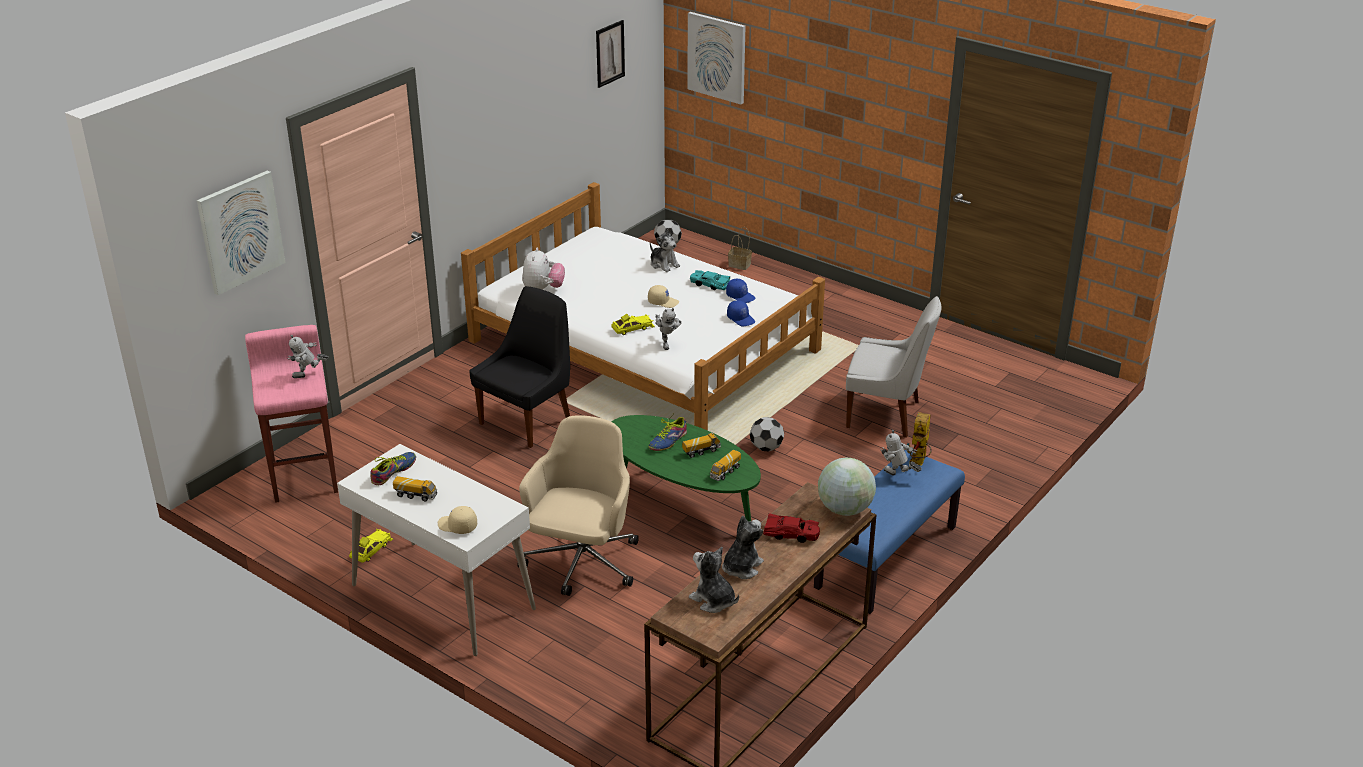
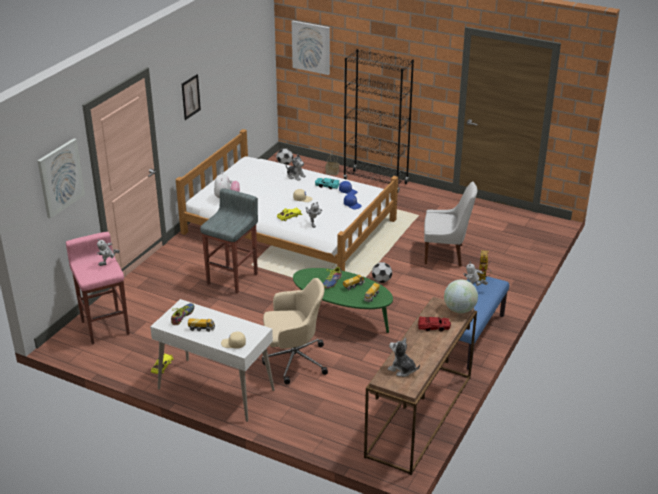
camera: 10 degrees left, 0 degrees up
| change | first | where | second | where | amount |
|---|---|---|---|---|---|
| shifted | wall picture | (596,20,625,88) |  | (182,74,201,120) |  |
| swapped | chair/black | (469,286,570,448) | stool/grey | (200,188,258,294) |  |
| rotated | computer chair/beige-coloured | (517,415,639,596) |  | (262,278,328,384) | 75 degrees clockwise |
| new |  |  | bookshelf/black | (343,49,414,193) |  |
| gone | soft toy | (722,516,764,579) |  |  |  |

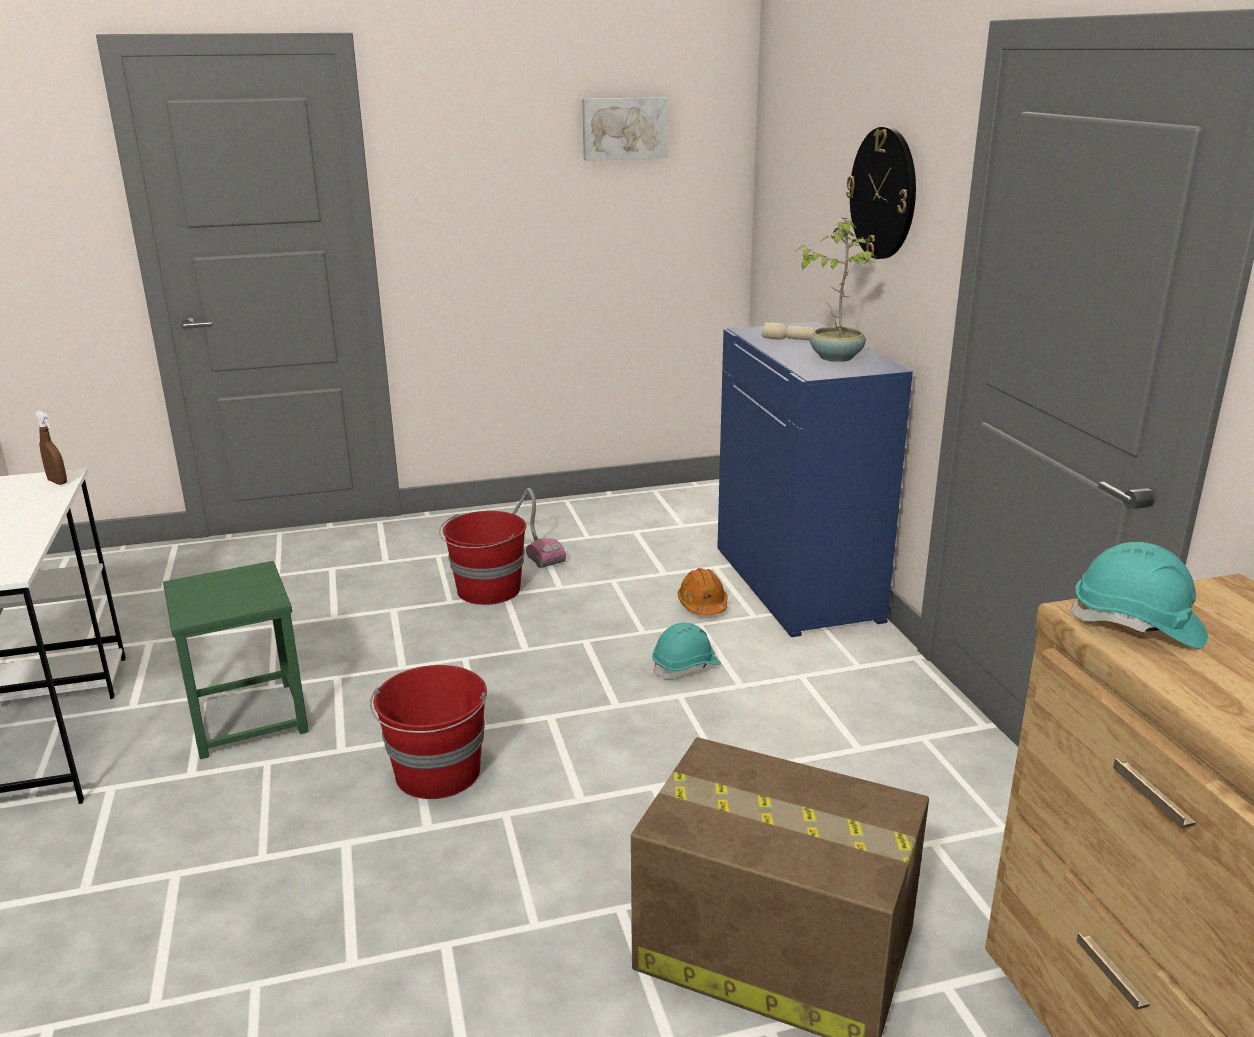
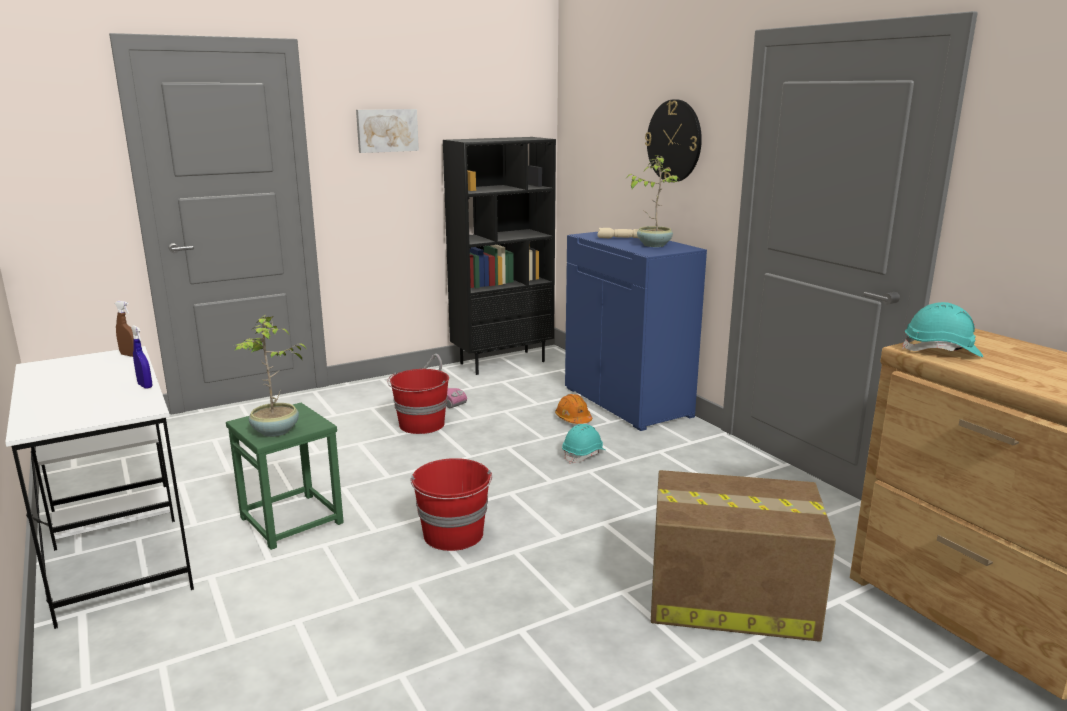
camera: 15 degrees left, 5 degrees down
| change | first | where | second | where | amount |
|---|---|---|---|---|---|
| new |  |  | spray bottle/blue-coloured | (131,325,152,389) |  |
| new |  |  | potted plant | (235,315,306,437) |  |
| shifted | wall picture | (582,97,668,161) |  | (356,109,419,153) |  |
| new |  |  | bookshelf/black | (443,137,556,375) |  |

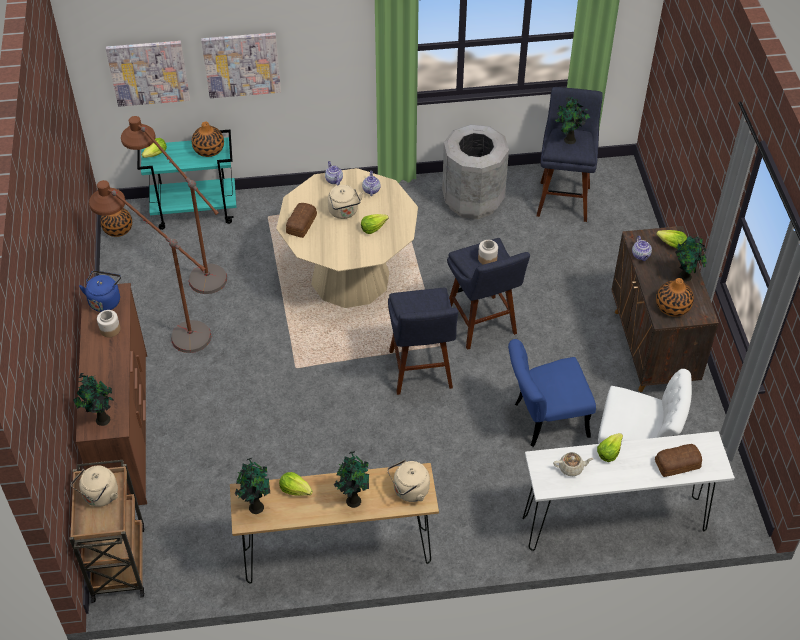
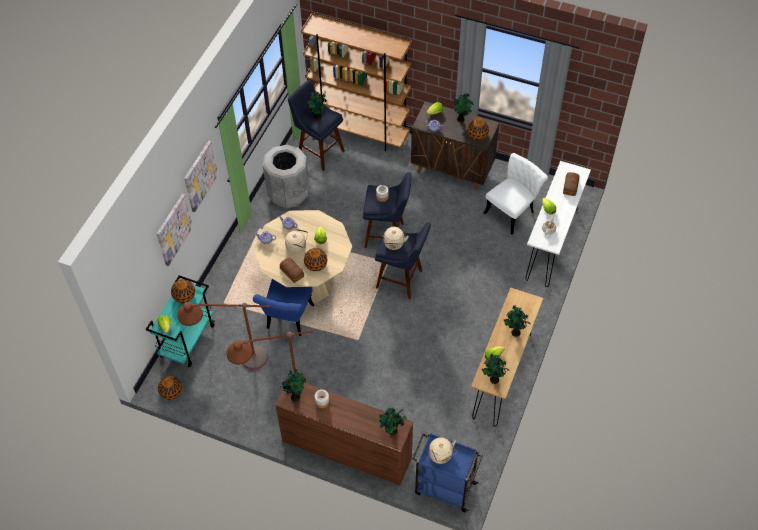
camera: 60 degrees left, 5 degrees up
| change | first | where | second | where | amount |
|---|---|---|---|---|---|
| shifted | wall picture | (106,41,190,107) |  | (184,141,218,212) |  |
| shifted | chair/blue-coloured | (508,339,596,447) |  | (253,279,314,336) |  |
| swapped | tea kettle/blue-coloured | (79,270,121,312) | potted plant | (280,369,306,401) |  |
| new |  |  | bookshelf/brown | (301,13,412,151) |  |
| new |  |  | vase | (304,248,327,271) |  |
| shifted | tea kettle/beige-coloured | (387,460,430,502) |  | (383,227,409,250) |  |
| repainted | trolley/brown | (69,460,145,603) | trolley/blue-coloured | (412,432,483,512) |  |

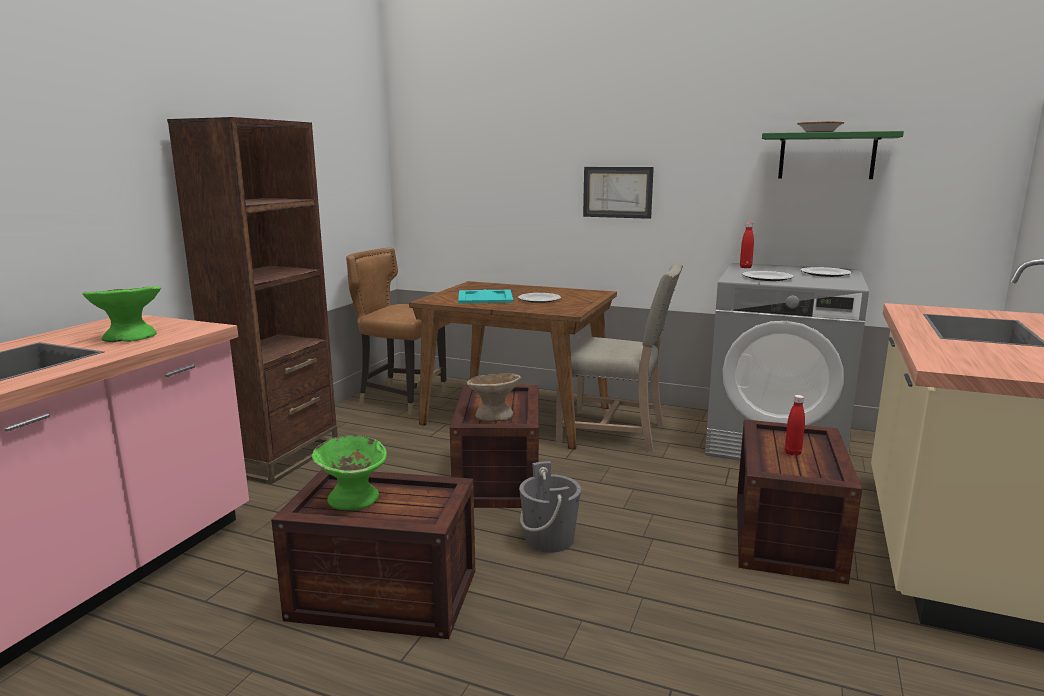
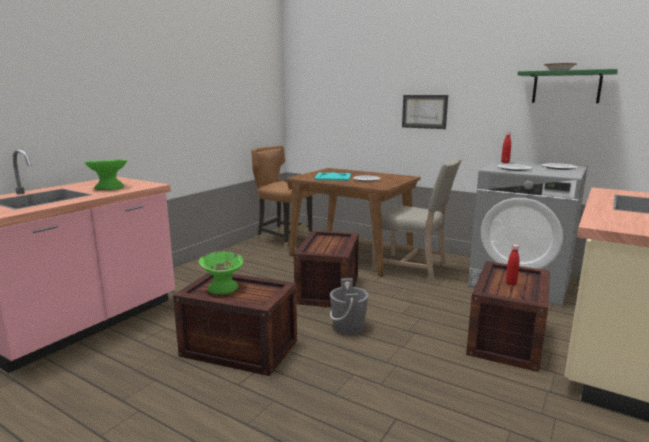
camera: 10 degrees right, 0 degrees up
| change | first | where | second | where | amount |
|---|---|---|---|---|---|
| gone | bookshelf/brown | (167,117,338,484) |  |  |  |
| gone | bowl/beige-coloured | (467,373,521,422) |  |  |  |

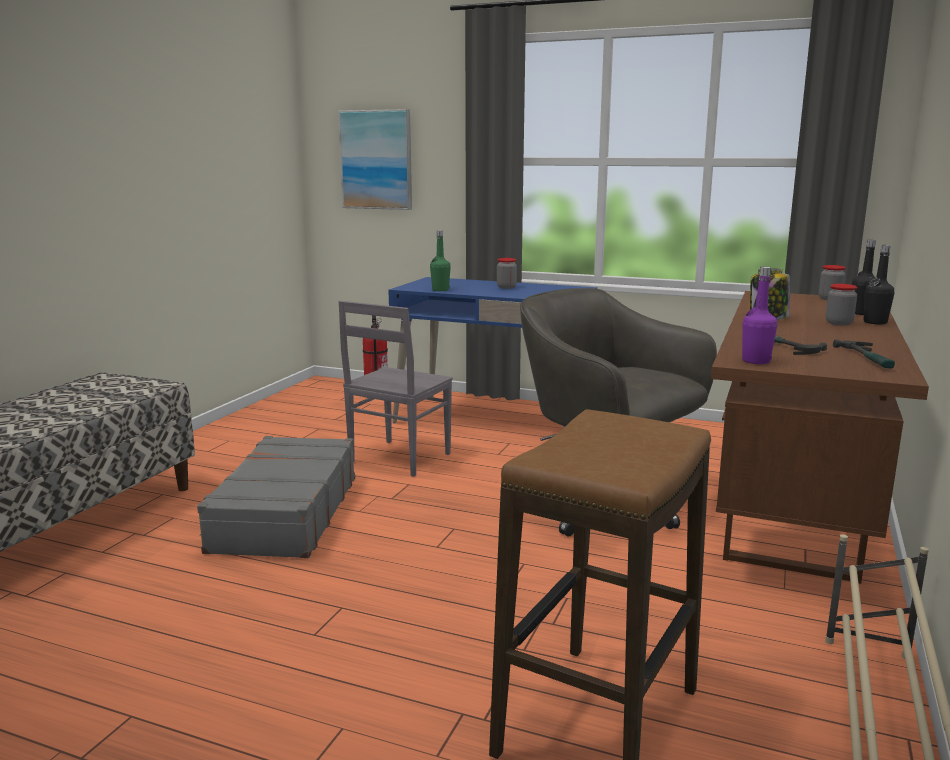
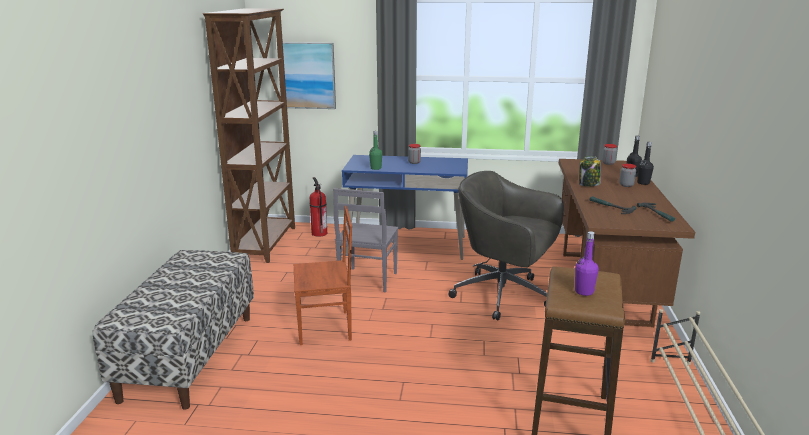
camera: 15 degrees left, 5 degrees up
| change | first | where | second | where | amount |
|---|---|---|---|---|---|
| new |  |  | bookshelf/brown | (203,8,295,263) |  |
| swapped | suitcase/grey | (197,436,355,558) | chair/brown | (294,206,352,345) |  |
| shifted | bottle/purplish | (742,267,777,364) |  | (575,231,599,296) |  |

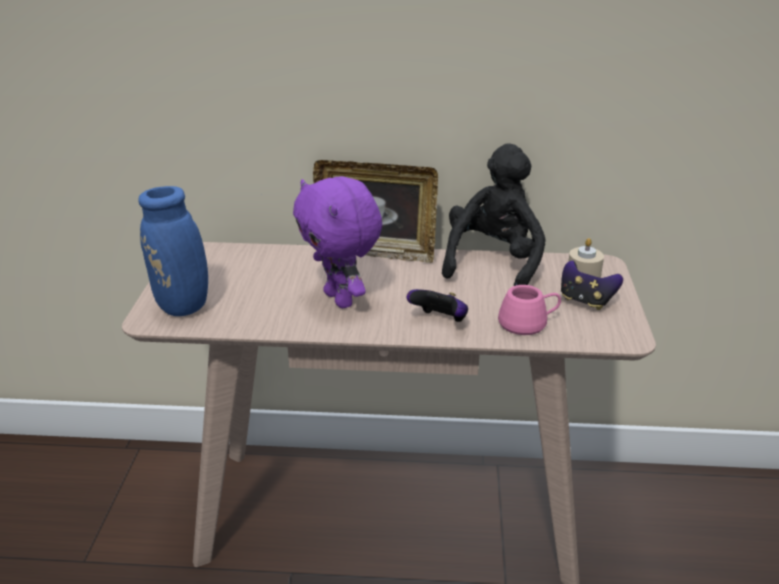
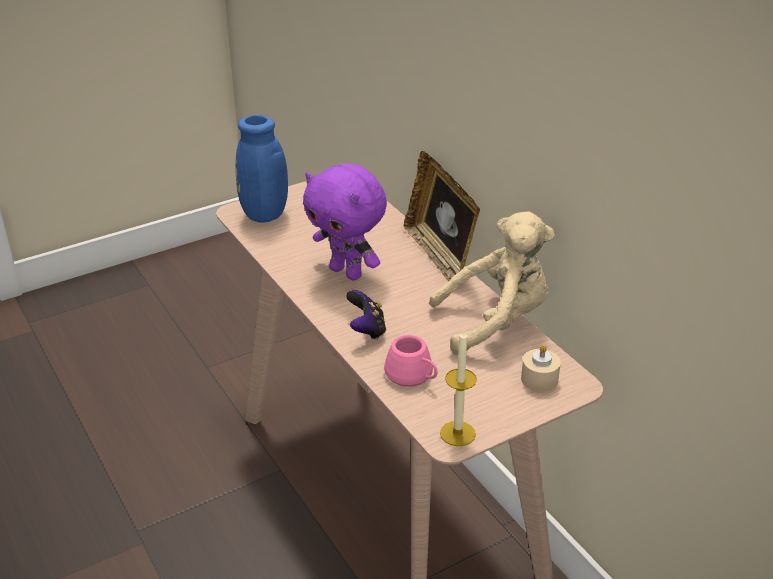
camera: 55 degrees right, 5 degrees up
| change | first | where | second | where | amount |
|---|---|---|---|---|---|
| rotated | soft toy/purplish | (293,176,382,308) |  | (303,163,387,280) | 75 degrees counterclockwise |
| repainted | soft toy/black | (442,143,546,286) | soft toy/beige-coloured | (429,212,555,355) |  |
| new |  |  | wax candle | (440,330,477,446) |  |
| gone | game controller | (561,261,623,310) |  |  |  |

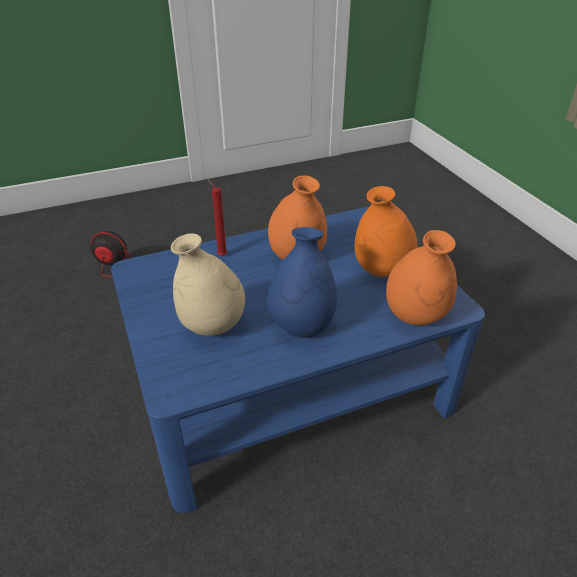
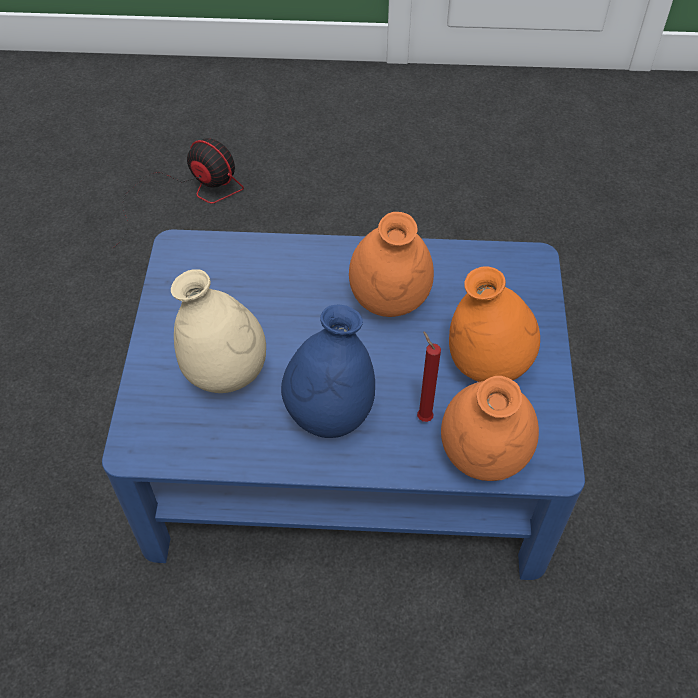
camera: 25 degrees right, 15 degrees up
| change | first | where | second | where | amount |
|---|---|---|---|---|---|
| shifted | wax candle/reddish | (207,179,227,256) |  | (417,331,441,422) |  |

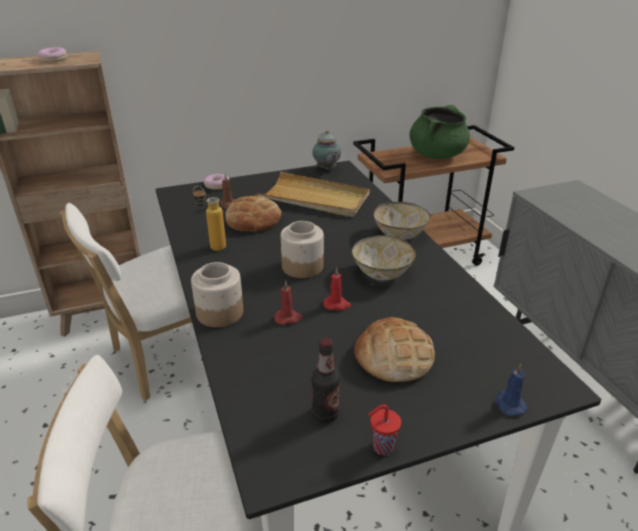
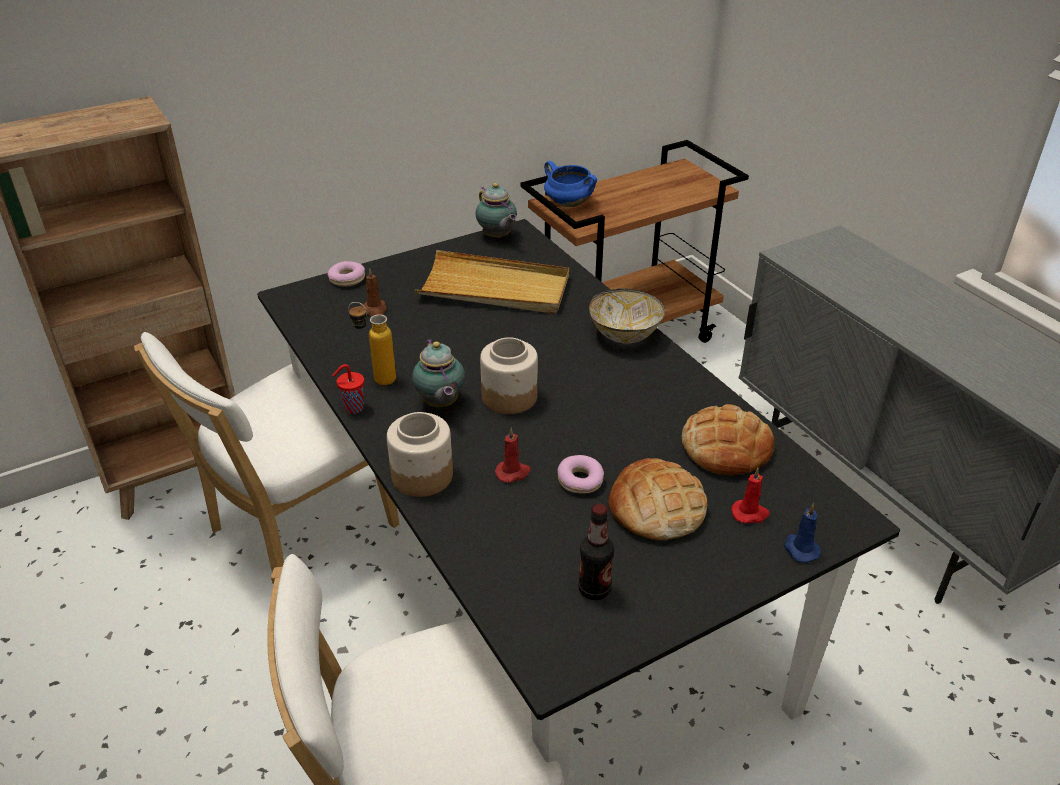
camera: 10 degrees left, 5 degrees up
| change | first | where | second | where | amount |
|---|---|---|---|---|---|
| shifted | cup/reddish | (368,404,401,455) |  | (332,364,364,414) |  |
| new |  |  | pot for tea | (412,339,465,407) |  |
| new |  |  | cooking pot/blue-coloured | (544,161,597,207) |  |
| shifted | ring doughnut | (38,47,68,62) |  | (557,455,604,494) |  |
| shifted | baked bread | (225,195,282,232) |  | (682,404,774,476) |  |
| shifted | wax candle/reddish | (323,268,351,310) |  | (731,468,770,524) |  |
| gone | bowl | (352,235,416,280) |  |  |  |
| gone | cooking pot/green | (410,105,470,159) |  |  |  |

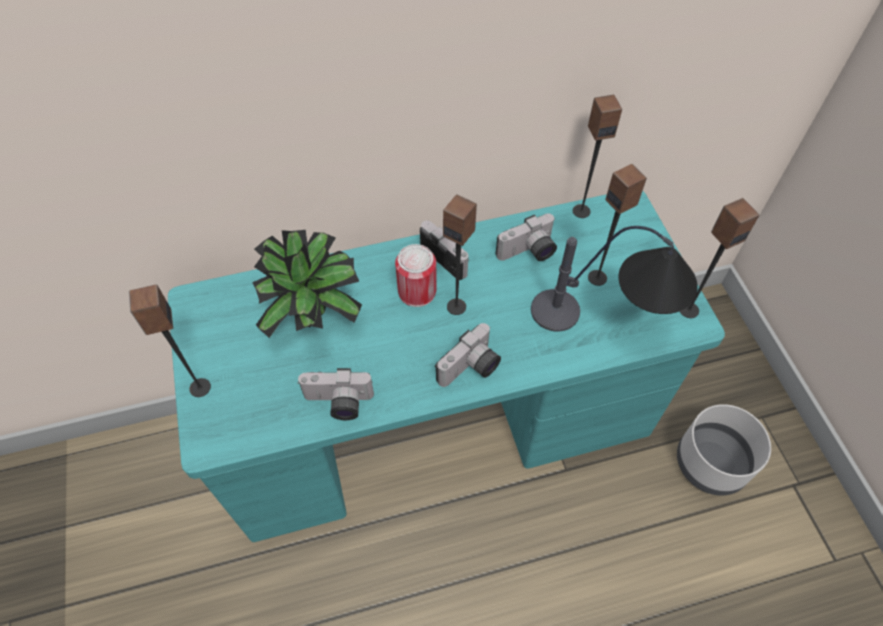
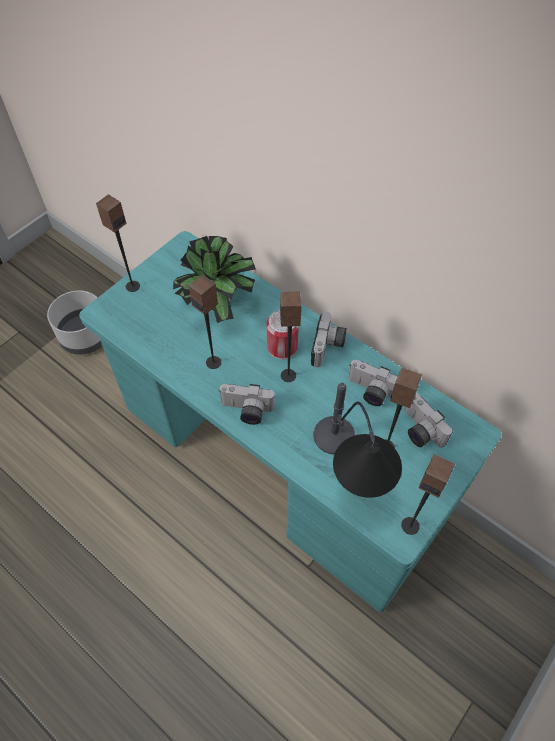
camera: 55 degrees right, 0 degrees up
| change | first | where | second | where | amount |
|---|---|---|---|---|---|
| shifted | flower pot/grey | (677,404,771,496) |  | (47,291,102,354) |  |
| shifted | speaker | (573,94,622,218) |  | (189,275,221,369) |  |
| shifted | photo camera | (297,368,374,420) |  | (405,393,453,448) |  |

